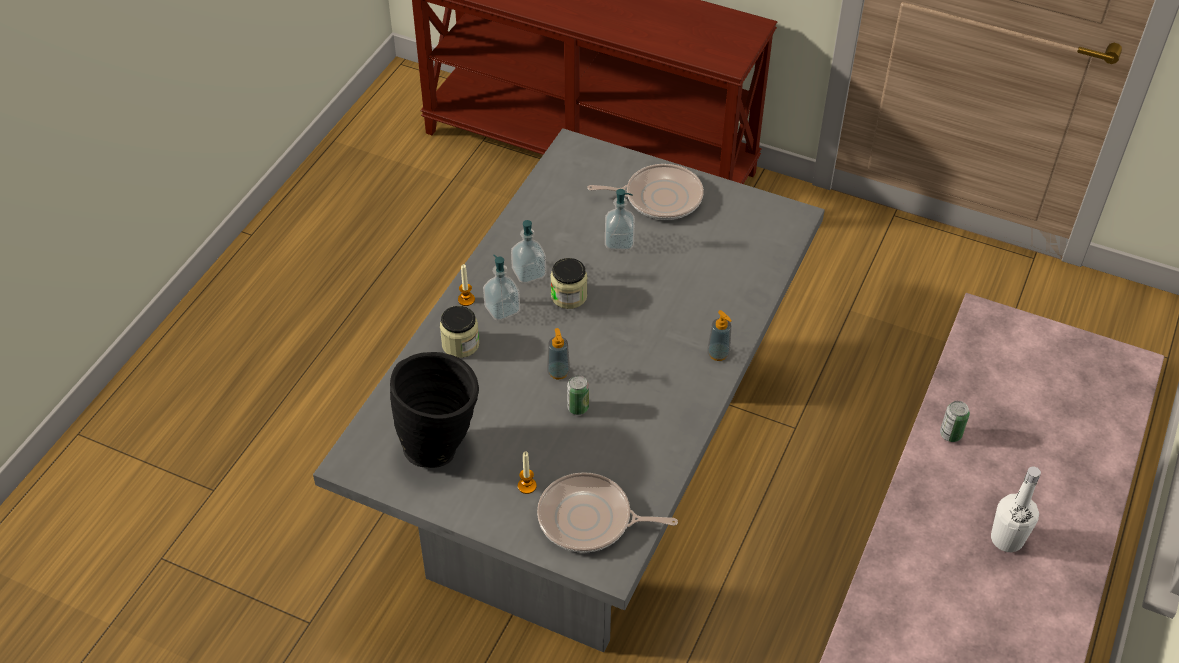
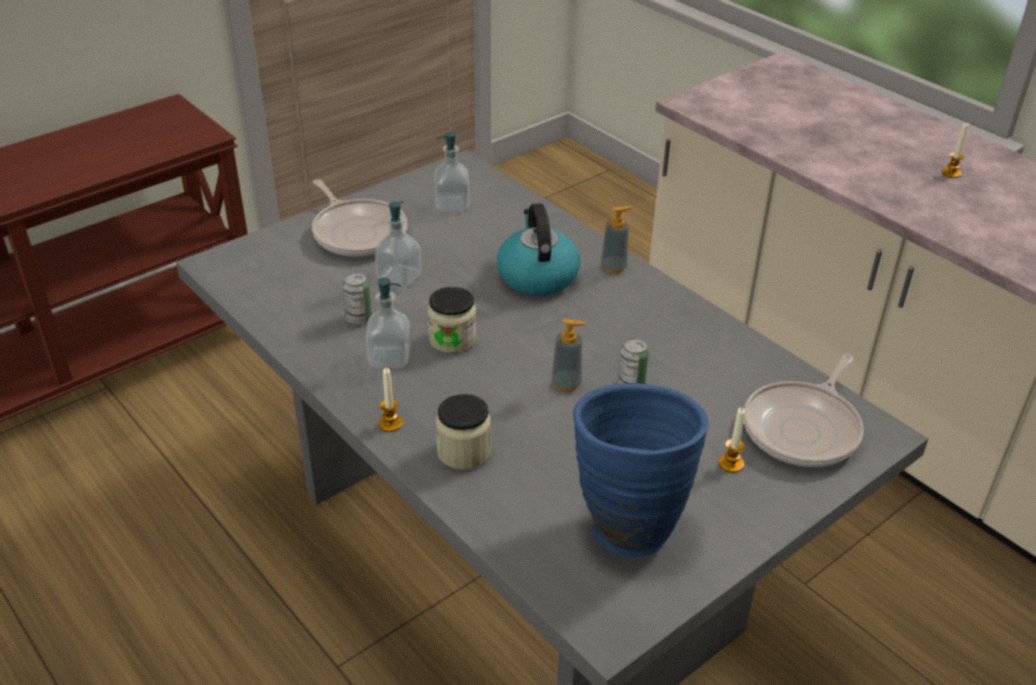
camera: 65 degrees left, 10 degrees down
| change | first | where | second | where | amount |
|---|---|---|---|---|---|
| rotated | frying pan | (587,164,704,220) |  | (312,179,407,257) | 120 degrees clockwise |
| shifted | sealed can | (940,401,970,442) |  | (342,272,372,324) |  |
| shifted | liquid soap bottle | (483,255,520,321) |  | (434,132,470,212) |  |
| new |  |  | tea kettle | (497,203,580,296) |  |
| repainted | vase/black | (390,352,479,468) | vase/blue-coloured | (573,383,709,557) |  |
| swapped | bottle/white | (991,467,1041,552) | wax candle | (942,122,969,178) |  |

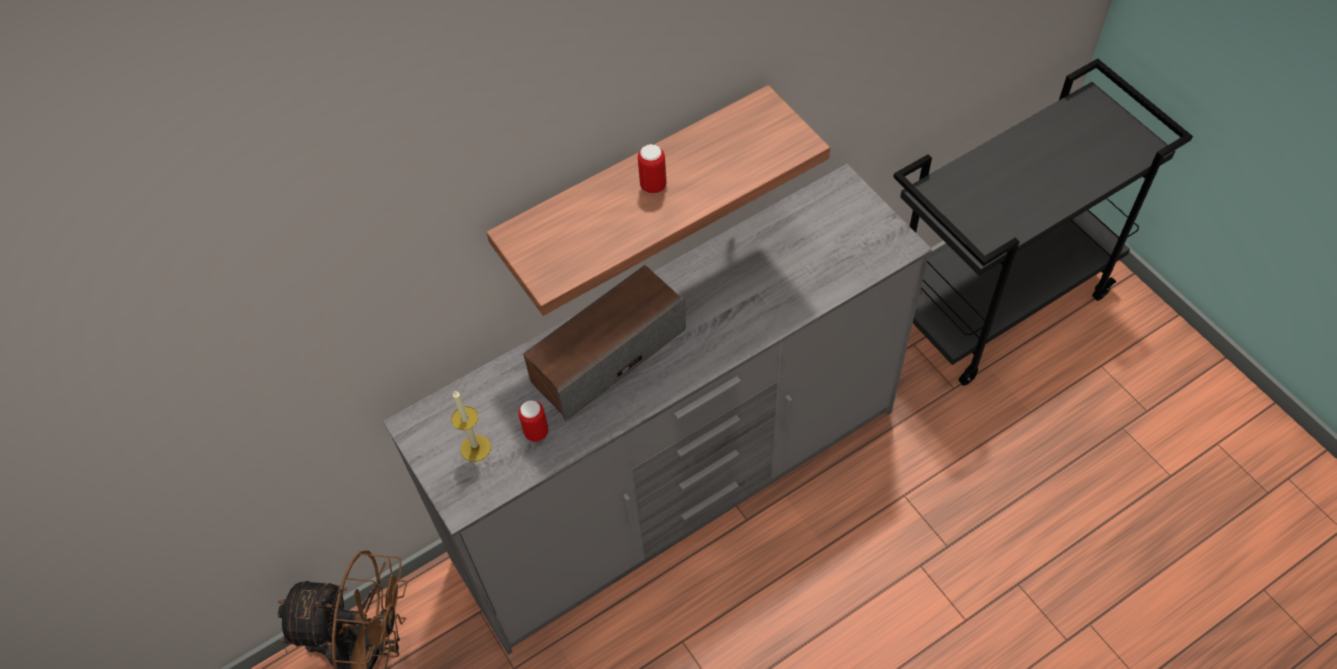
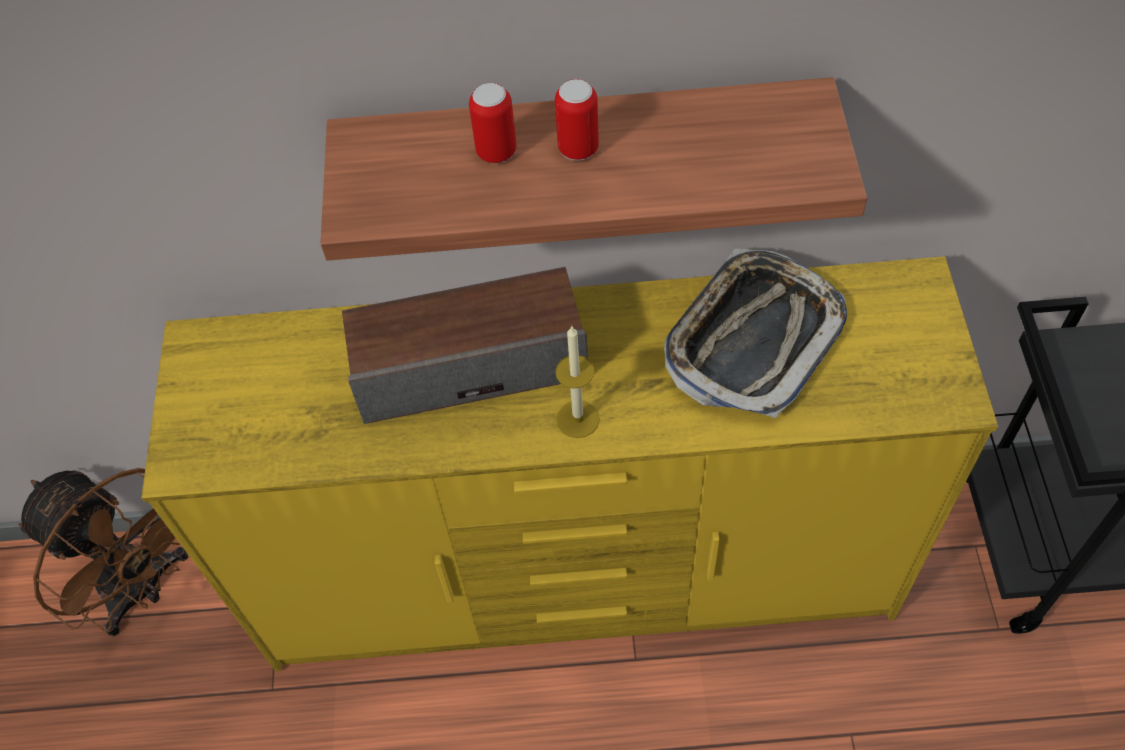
camera: 30 degrees right, 0 degrees up
| change | first | where | second | where | amount |
|---|---|---|---|---|---|
| repainted | drawer chest/grey | (383,164,932,655) | drawer chest/yellow | (141,256,998,671) |  |
| shifted | sealed can | (518,400,549,442) |  | (469,83,517,163) |  |
| shifted | wax candle | (451,390,491,462) |  | (555,325,600,438) |  |
| new |  |  | carrying tray | (664,249,847,418) |  |

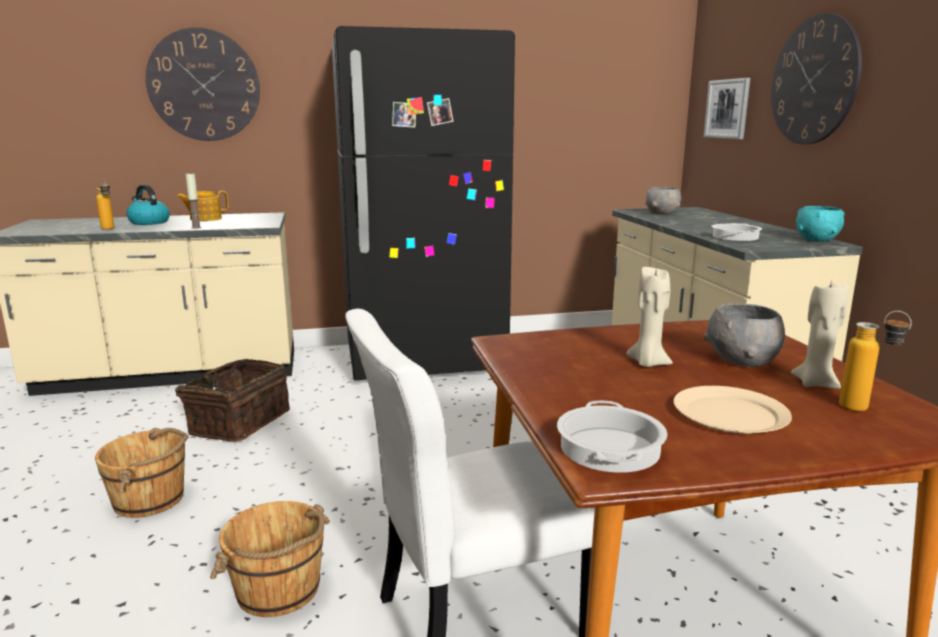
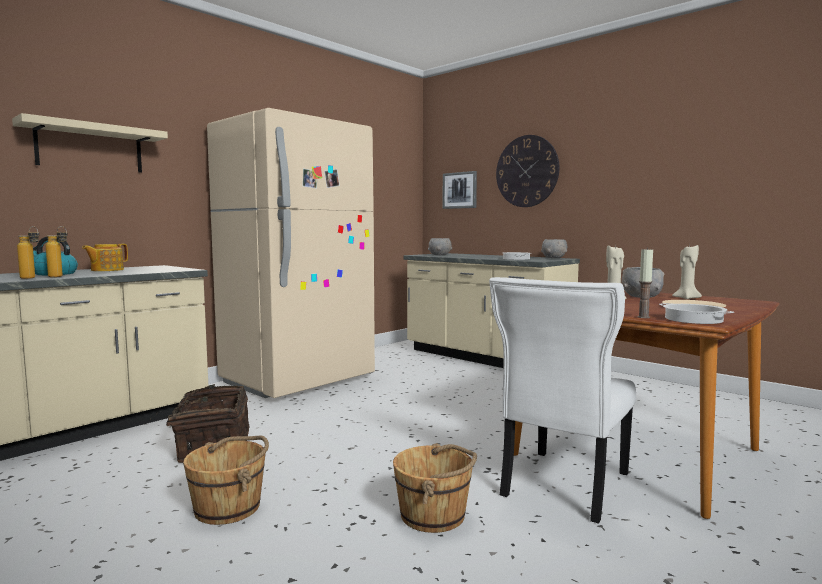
camera: 35 degrees left, 10 degrees down
| change | first | where | second | where | amount |
|---|---|---|---|---|---|
| swapped | hanging clock | (146,27,260,141) | bracket shelf/beige-coloured | (12,113,168,173) |  |
| shifted | bottle | (839,311,912,411) |  | (46,226,68,277) |  |
| repainted | fridge/black | (332,26,515,380) | fridge/beige-coloured | (207,108,375,398) |  |
| repainted | bowl/blue-green | (796,206,844,242) | bowl/grey | (541,239,567,258) |  |
| shifted | wax candle | (185,173,201,229) |  | (637,247,653,318) |  |

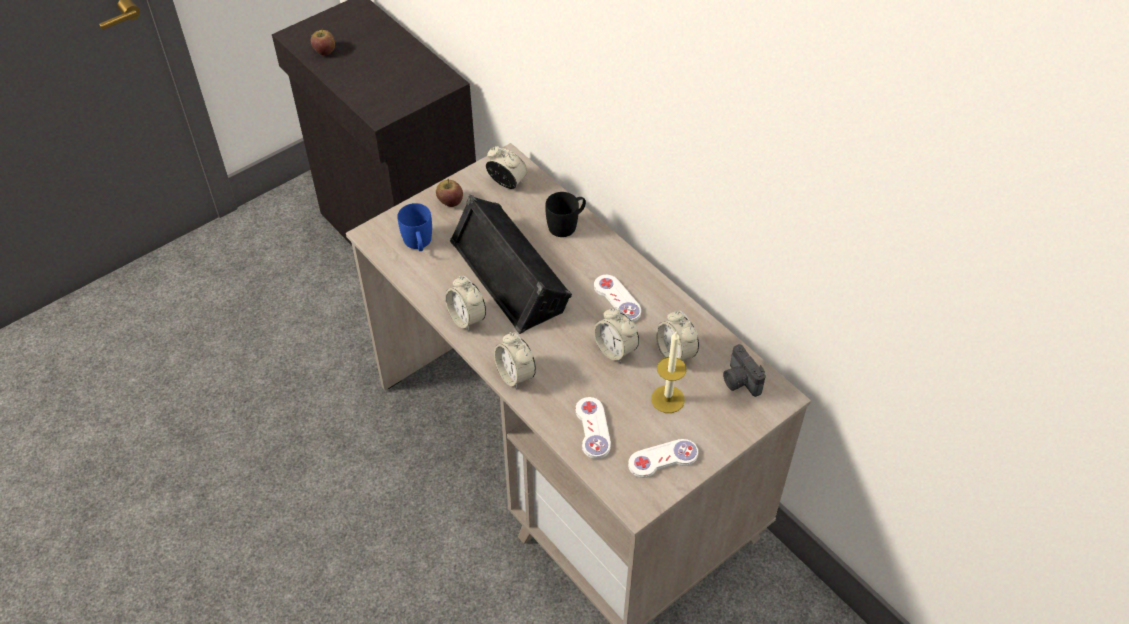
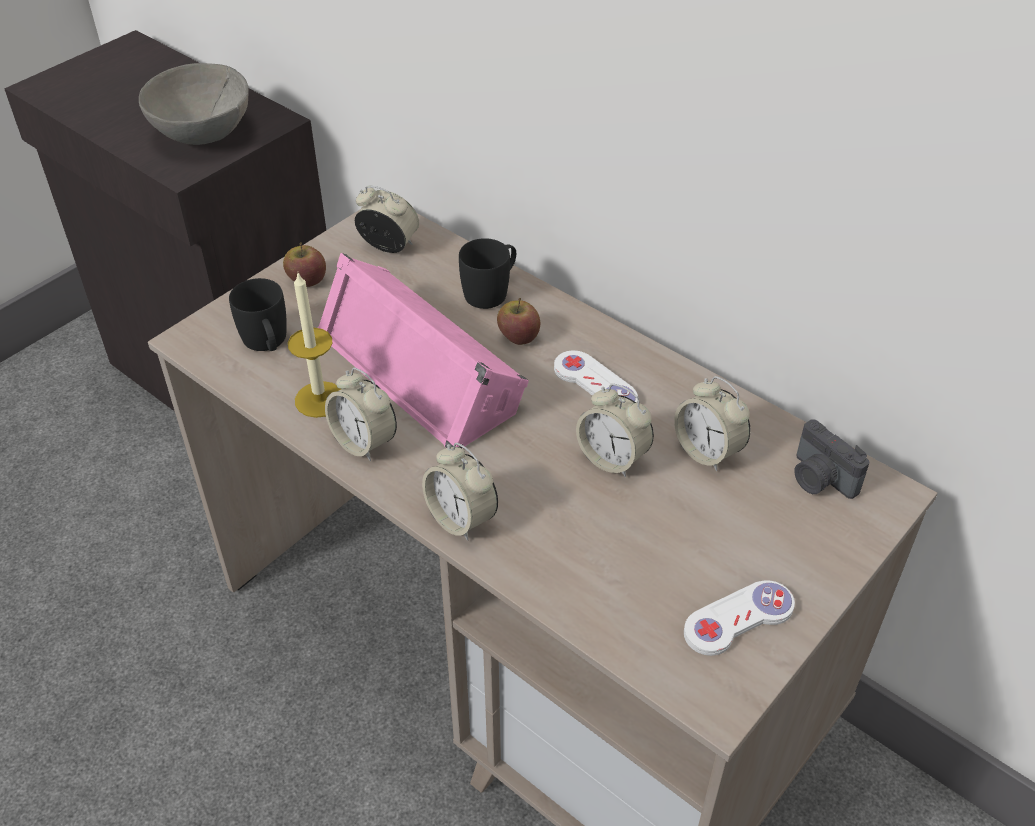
camera: 10 degrees left, 5 degrees down
| change | first | where | second | where | amount |
|---|---|---|---|---|---|
| new |  |  | bowl/grey | (139,63,249,145) |  |
| repainted | coffee mug/blue-coloured | (397,203,432,251) | coffee mug/black | (229,278,287,351) |  |
| shifted | wax candle | (651,332,686,413) |  | (288,273,341,418) |  |
| repainted | speaker/black | (450,195,572,334) | speaker/pink-coloured | (318,253,529,448) |  |
| shifted | apple fruit | (311,28,335,55) |  | (497,298,540,345) |  |
| gone | game controller/white | (575,397,611,459) |  |  |  |

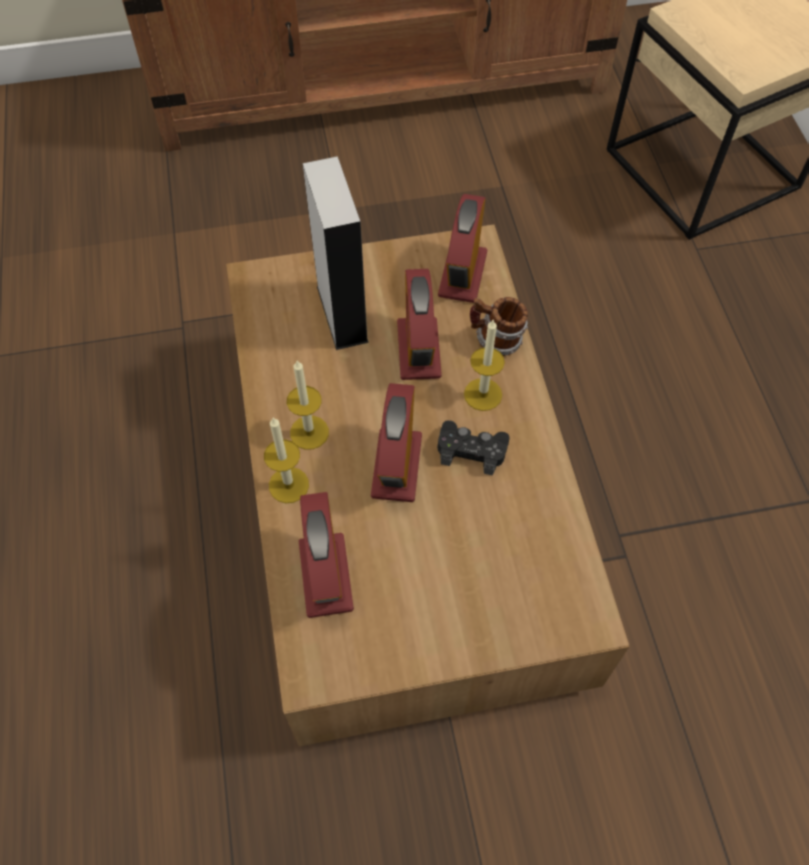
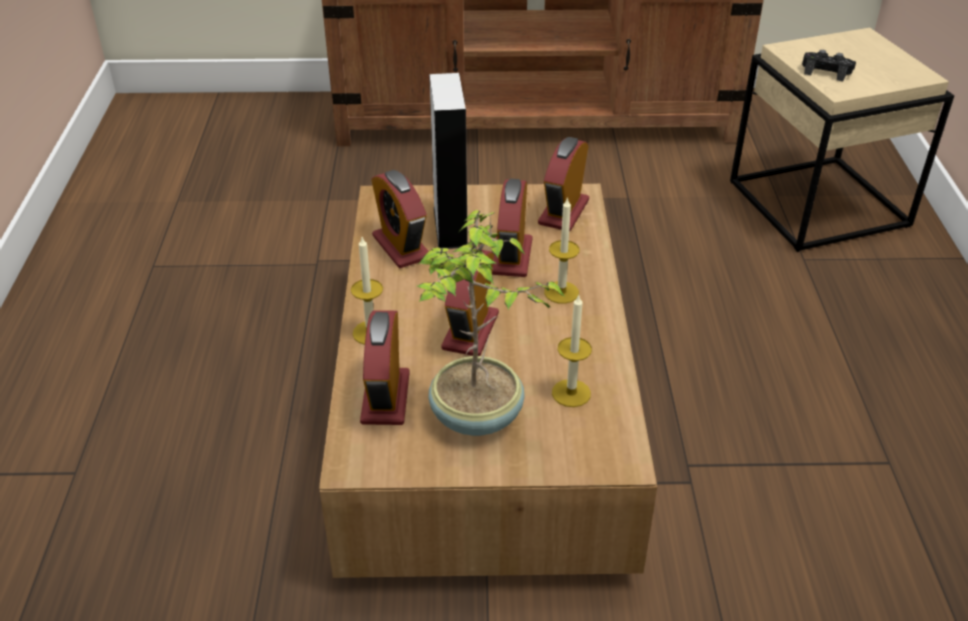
camera: 10 degrees right, 20 degrees down
| change | first | where | second | where | amount |
|---|---|---|---|---|---|
| new |  |  | alarm clock | (372,170,429,268) |  |
| new |  |  | potted plant | (418,210,566,436) |  |
| shifted | wax candle | (287,361,329,450) |  | (552,295,592,407) |  |
| shifted | game controller/black | (437,420,509,475) |  | (802,50,856,81) |  |
| gone | coffee mug | (470,297,528,356) |  |  |  |

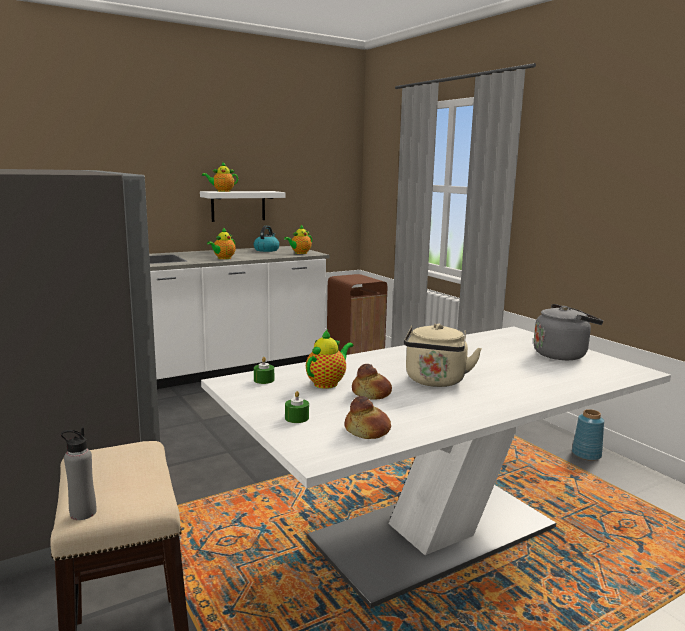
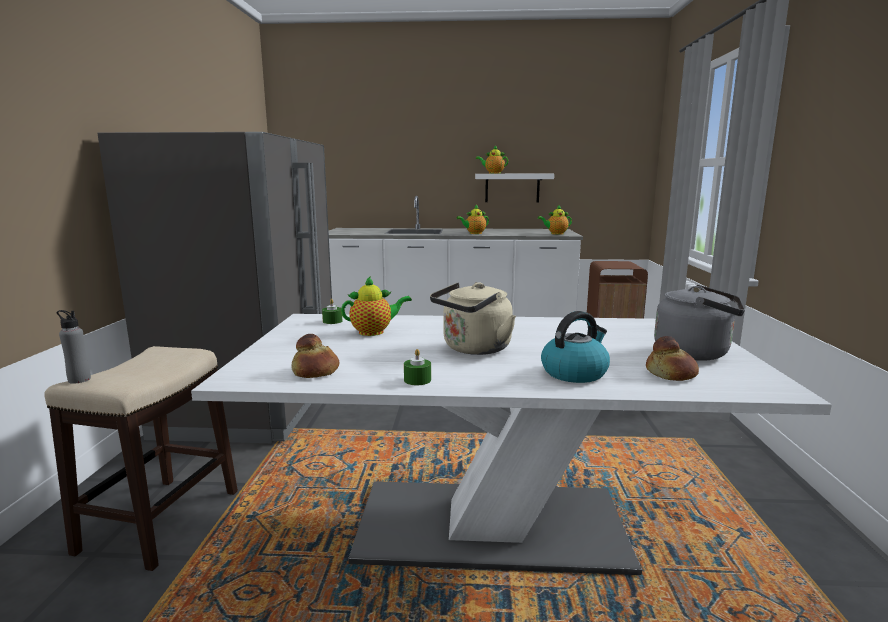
camera: 35 degrees right, 0 degrees up
| change | first | where | second | where | amount |
|---|---|---|---|---|---|
| shifted | wax candle/green | (285,391,309,423) |  | (404,349,431,385) |  |
| shifted | tea kettle | (254,226,280,252) |  | (541,311,610,383) |  |
| shifted | baked bread | (352,364,392,400) |  | (646,336,699,381) |  |
| gone | vase/blue-coloured | (572,409,604,461) |  |  |  |

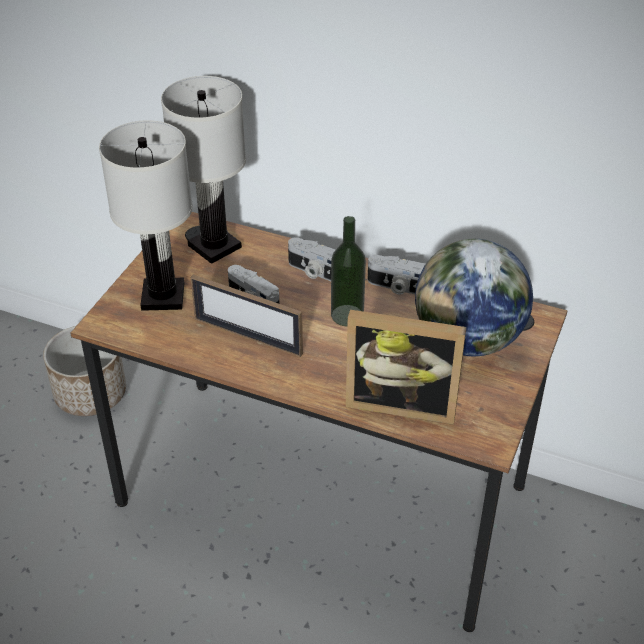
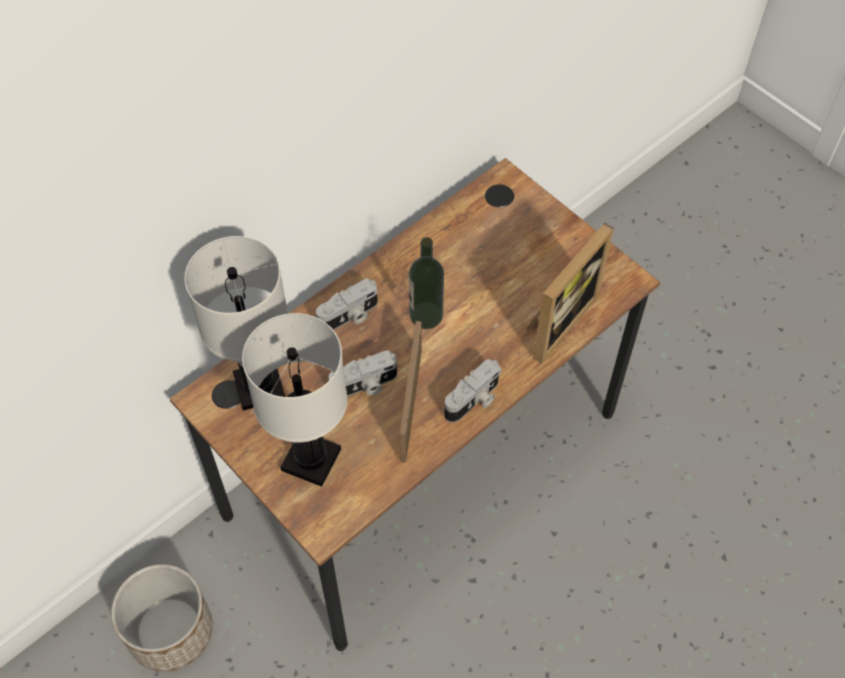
camera: 65 degrees left, 15 degrees up
| change | first | where | second | where | amount |
|---|---|---|---|---|---|
| rotated | standing frame | (191,275,303,357) |  | (399,321,422,463) | 135 degrees clockwise |
| shifted | photo camera | (368,255,425,295) |  | (444,359,501,423) |  |
| gone | world globe | (415,239,533,356) |  |  |  |

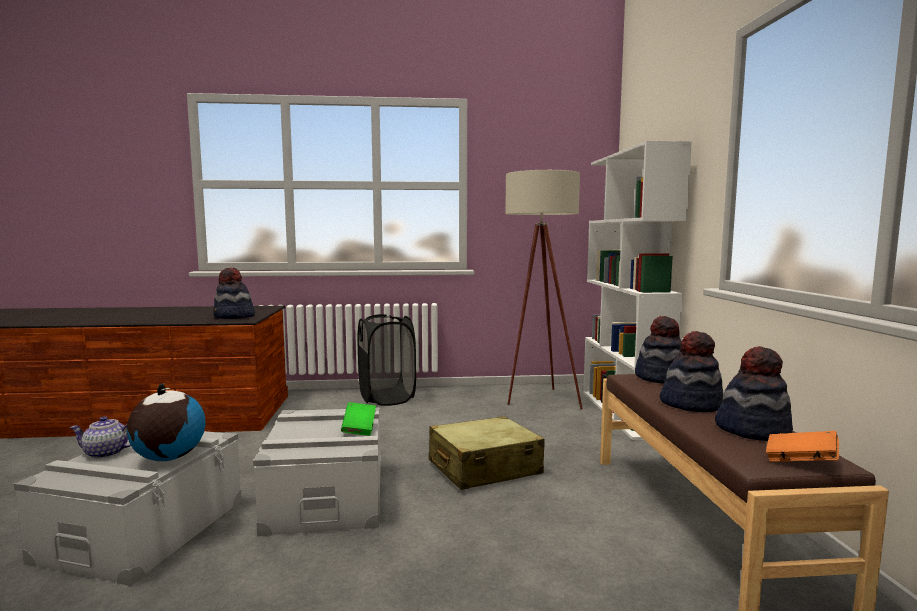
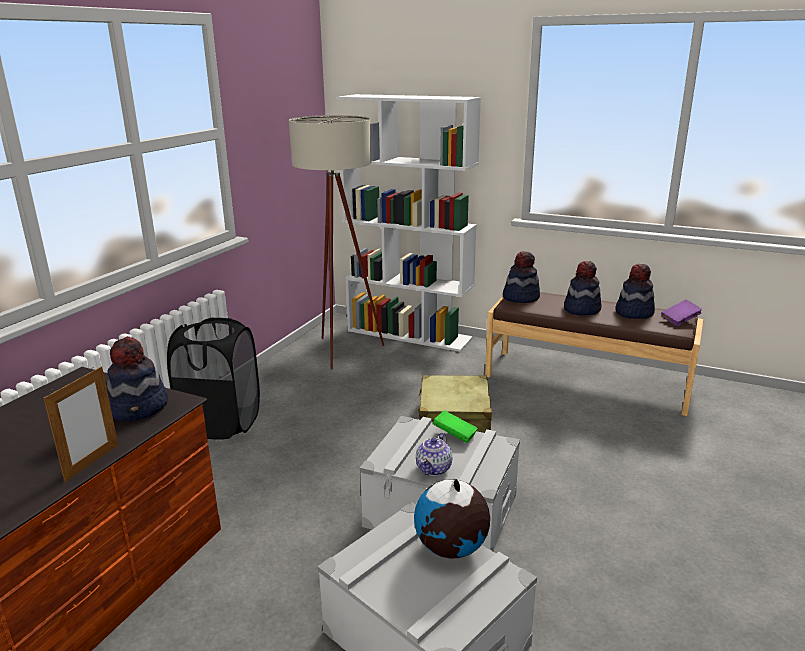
camera: 60 degrees left, 15 degrees up
| change | first | where | second | where | amount |
|---|---|---|---|---|---|
| new |  |  | standing frame | (44,366,118,482) |  |
| shifted | pot for tea | (70,416,131,459) |  | (416,433,452,476) |  |
| repainted | volume/orange-coloured | (766,431,839,462) | volume/purplish | (661,299,702,326) |  |

